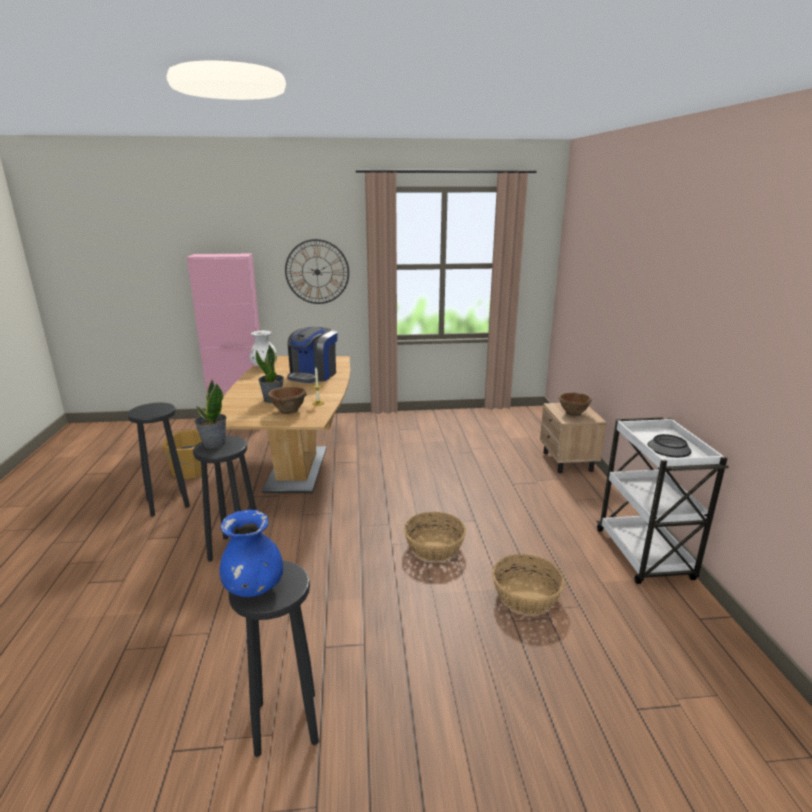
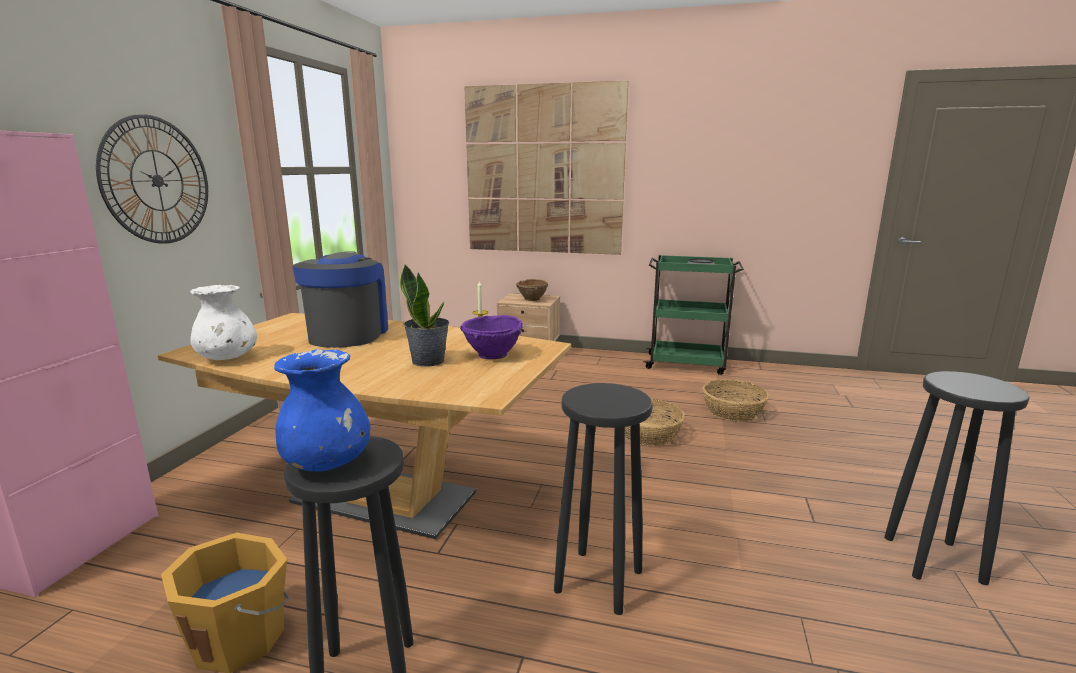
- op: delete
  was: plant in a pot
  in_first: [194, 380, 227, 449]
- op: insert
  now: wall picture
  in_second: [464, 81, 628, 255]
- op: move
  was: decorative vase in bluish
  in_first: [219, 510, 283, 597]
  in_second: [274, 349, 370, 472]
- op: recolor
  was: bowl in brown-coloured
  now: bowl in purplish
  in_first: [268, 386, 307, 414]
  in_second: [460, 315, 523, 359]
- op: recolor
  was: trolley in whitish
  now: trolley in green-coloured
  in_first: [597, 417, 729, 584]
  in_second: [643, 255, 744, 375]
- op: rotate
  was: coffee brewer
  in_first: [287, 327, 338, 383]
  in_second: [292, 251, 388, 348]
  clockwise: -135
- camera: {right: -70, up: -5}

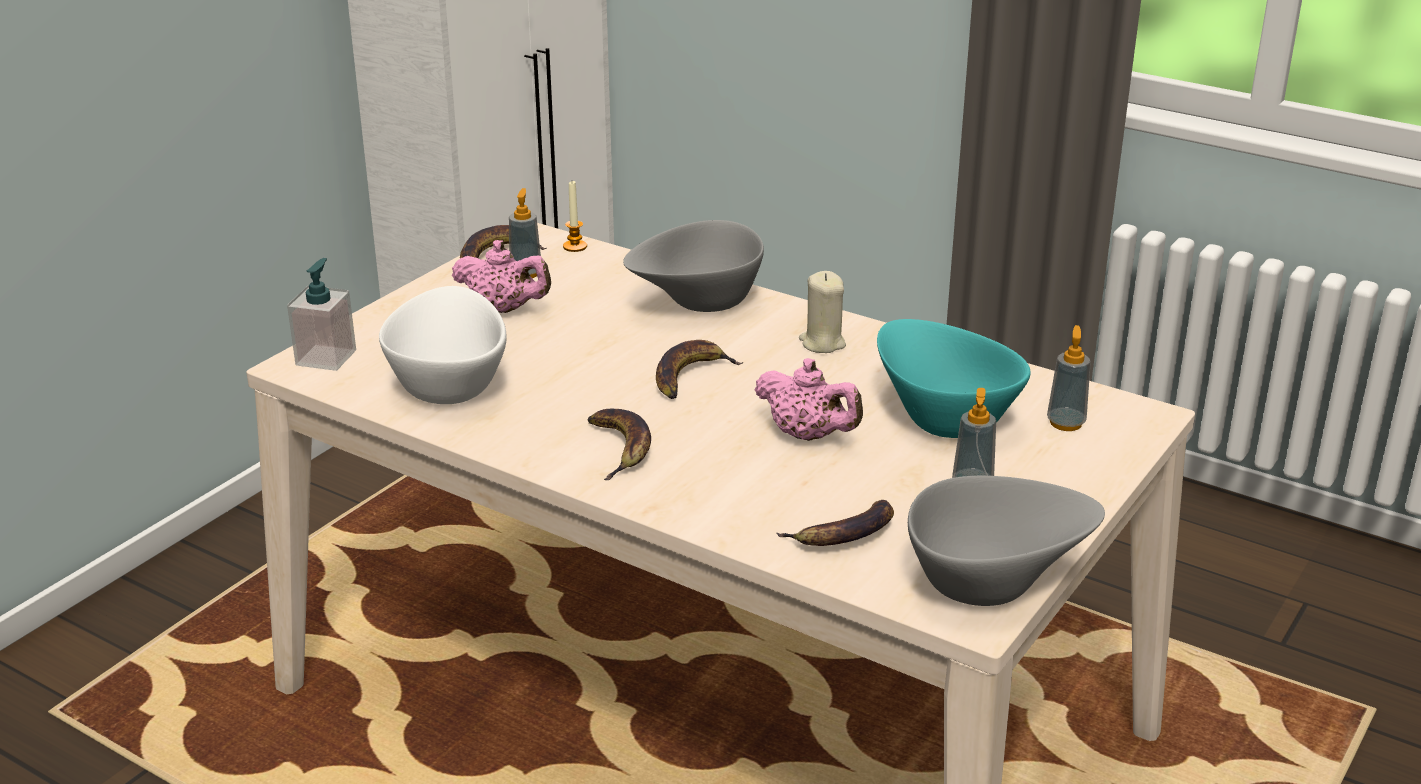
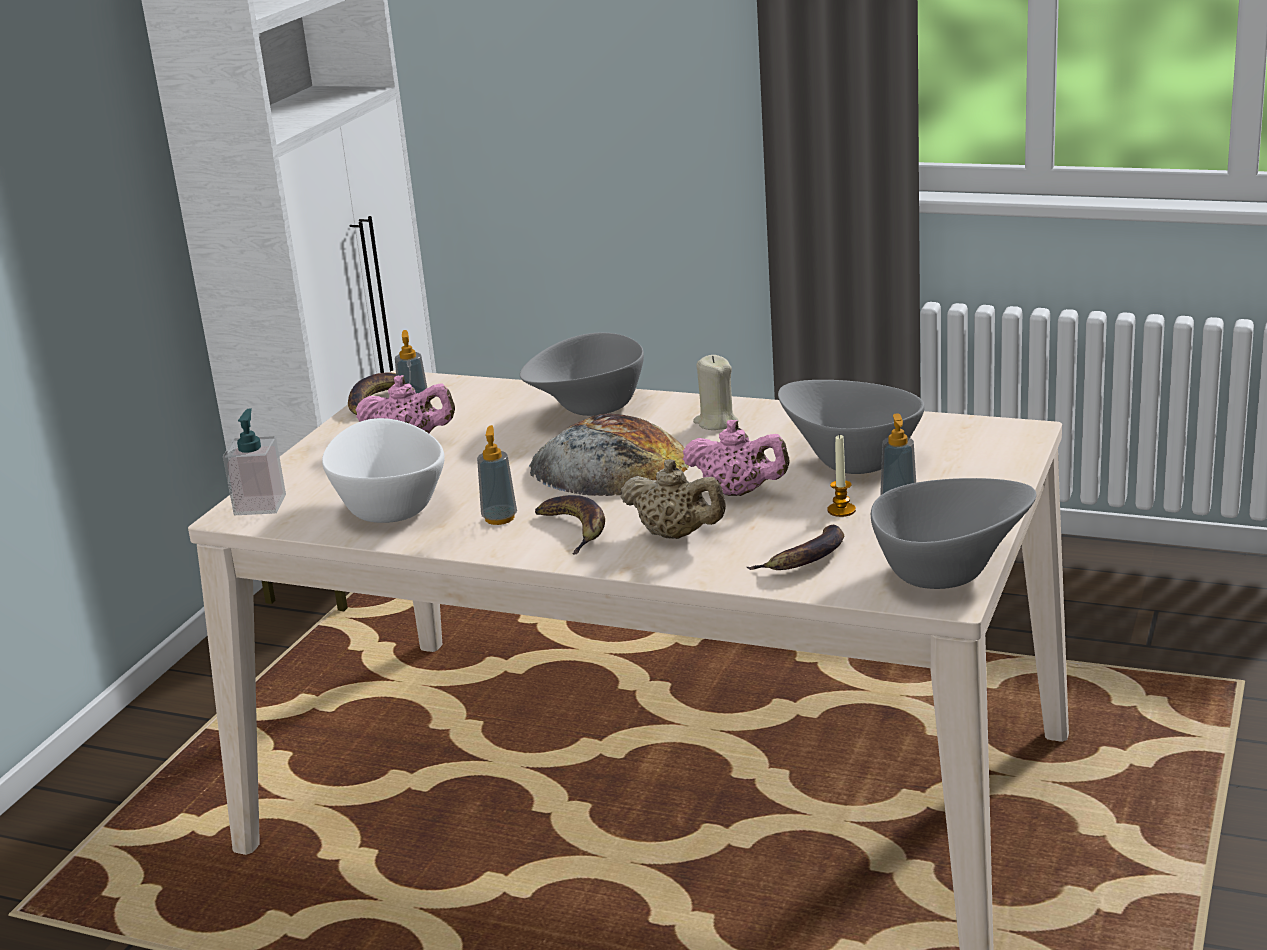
- op: insert
  now: tea pot in sand-coloured
  in_second: [621, 459, 726, 539]
- op: move
  was: candle
  in_first: [563, 181, 587, 252]
  in_second: [827, 434, 856, 517]
- op: move
  was: soap dispenser
  in_first: [1047, 325, 1091, 431]
  in_second: [477, 425, 517, 525]
- op: replace
  was: banana
  now: bakery bread
  in_first: [656, 340, 744, 399]
  in_second: [529, 414, 689, 496]
- op: recolor
  was: bowl in turquoise
  now: bowl in greyish
  in_first: [877, 319, 1031, 438]
  in_second: [778, 380, 925, 474]
- camera: {right: -10, up: -5}

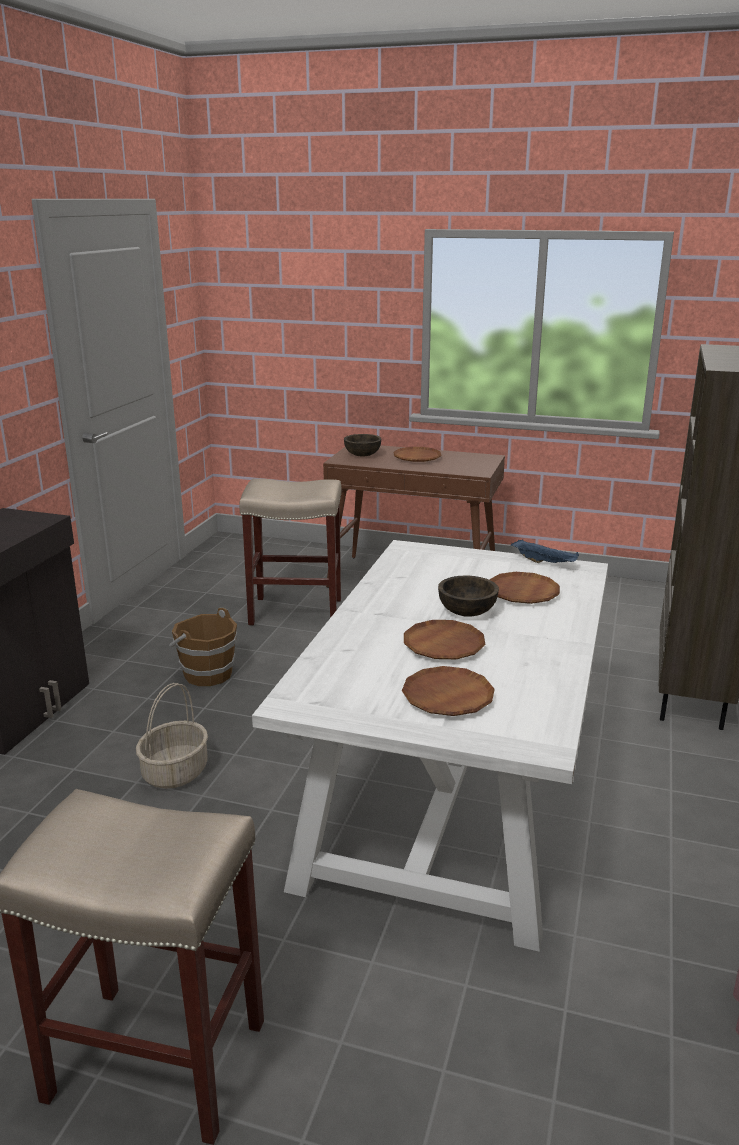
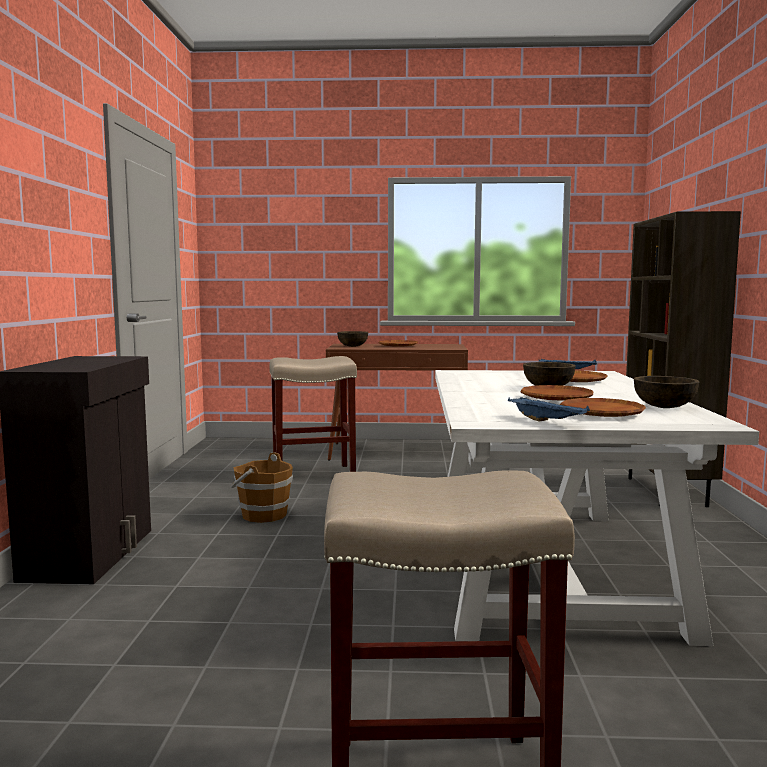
- op: delete
  was: basket
  in_first: [136, 683, 208, 789]
- op: insert
  now: tray in bluish
  in_second: [508, 397, 590, 421]
- op: insert
  now: bowl in brown-coloured
  in_second: [634, 376, 699, 408]
- camera: {right: -15, up: -15}

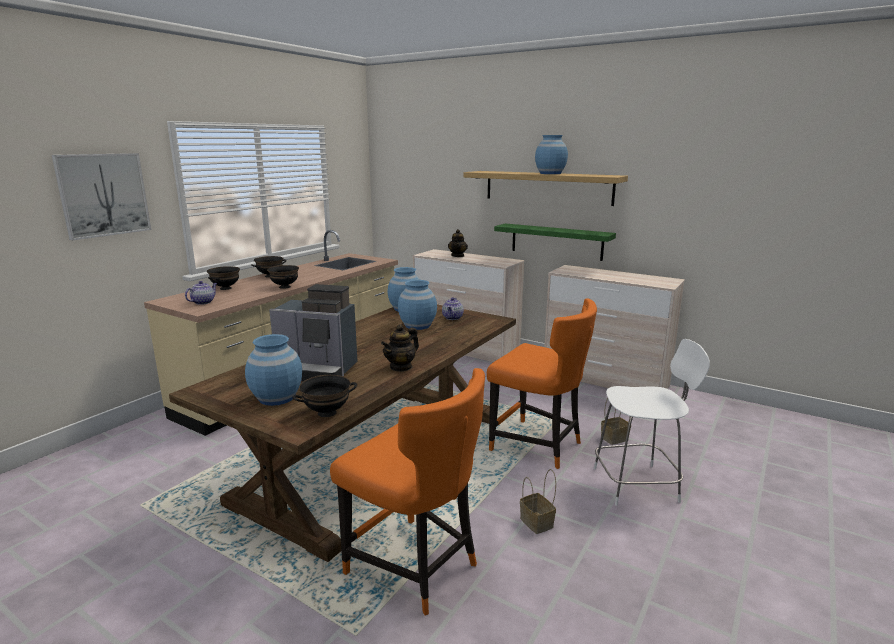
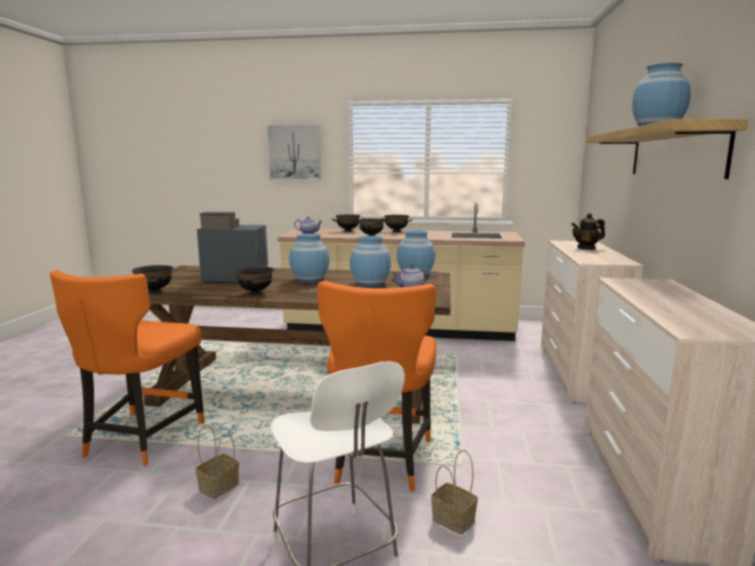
- op: delete
  was: shelf in green-coloured
  in_first: [494, 224, 616, 261]
- op: move
  was: decorative vase in bluish
  in_first: [245, 334, 302, 406]
  in_second: [289, 233, 329, 283]
- op: replace
  was: tea pot
  now: bowl in black
  in_first: [381, 324, 419, 372]
  in_second: [234, 266, 274, 295]
- op: rotate
  was: coffee brewer
  in_first: [269, 284, 358, 381]
  in_second: [197, 212, 268, 283]
  clockwise: 105
- camera: {right: 65, up: -5}

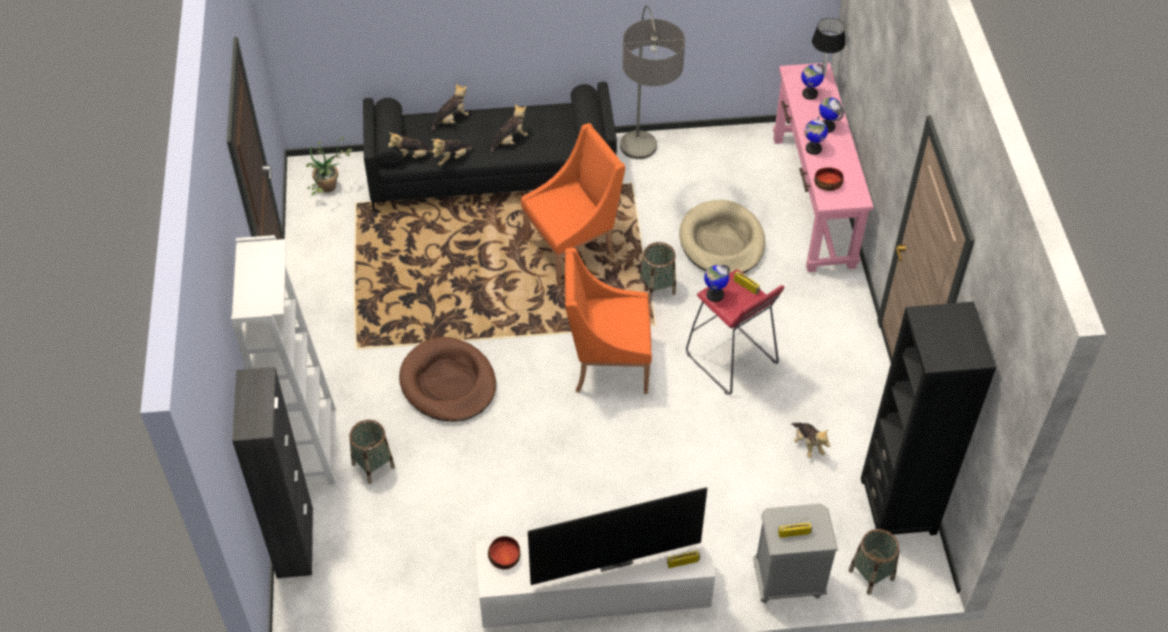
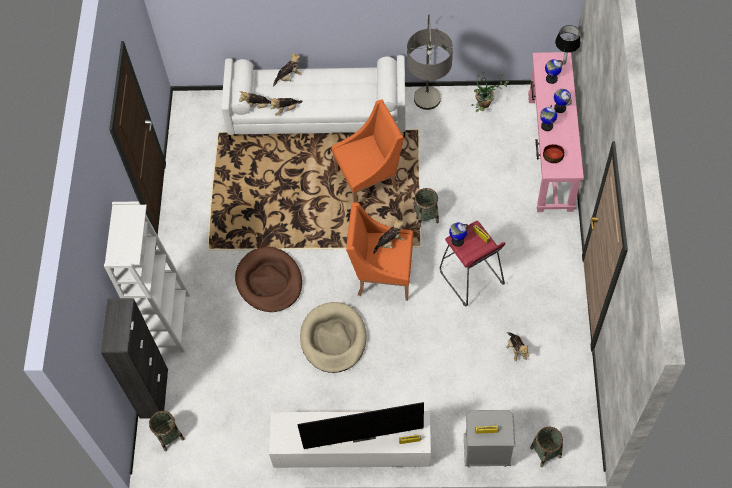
- op: delete
  was: bowl
  in_first: [488, 536, 520, 570]
- op: delete
  was: shelving unit in black
  in_first: [861, 302, 996, 535]
- op: move
  was: plant in a pot
  in_first: [306, 137, 353, 195]
  in_second: [471, 73, 509, 112]
- op: move
  was: basket
  in_first: [349, 420, 395, 484]
  in_second: [149, 411, 185, 451]
- op: move
  was: plush toy
  in_first: [490, 104, 528, 153]
  in_second: [373, 219, 404, 254]
- op: move
  was: dog bed in sand-coloured
  in_first: [679, 200, 765, 273]
  in_second: [300, 302, 366, 373]
- op: recolor
  was: settee in black
  now: settee in whitish
  in_first: [363, 82, 617, 210]
  in_second: [221, 55, 406, 139]
- camera: {right: 10, up: 10}

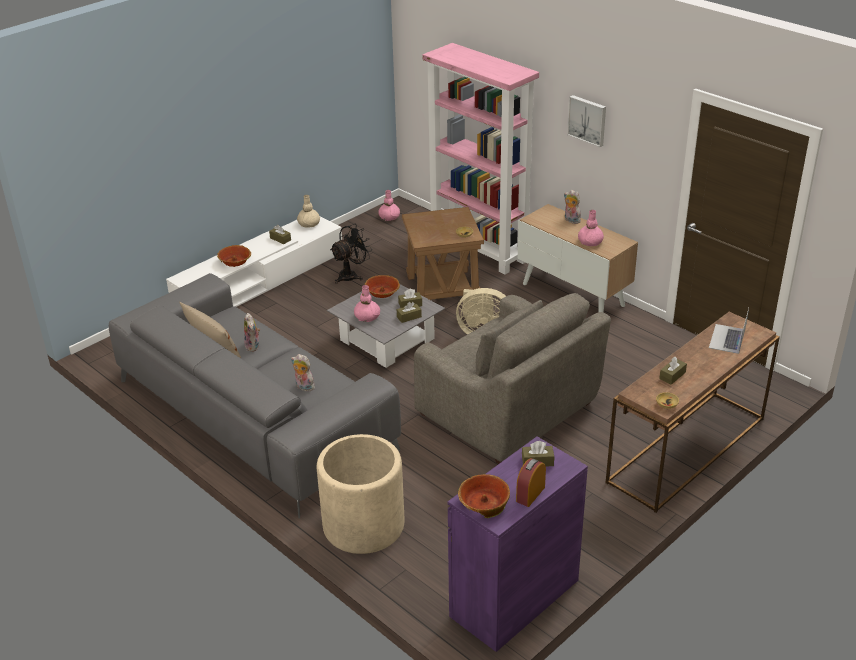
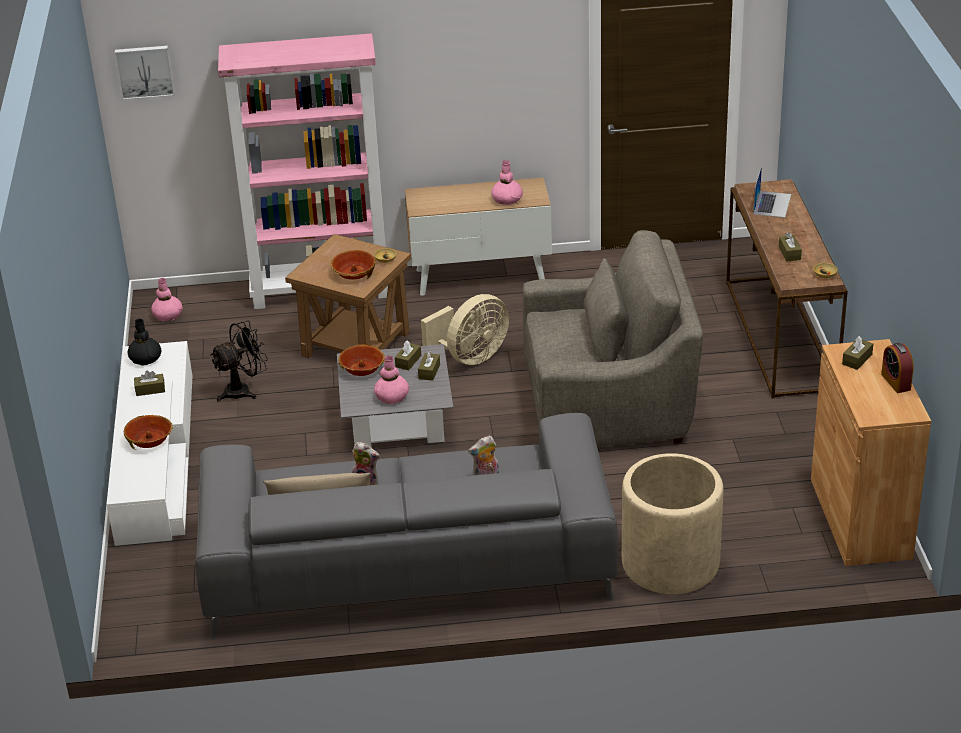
- op: delete
  was: plush toy
  in_first: [564, 190, 581, 224]
- op: move
  was: bowl
  in_first: [458, 474, 510, 518]
  in_second: [331, 250, 376, 280]
- op: move
  was: wall picture
  in_first: [567, 95, 606, 147]
  in_second: [115, 46, 175, 100]
- op: recolor
  was: decorative vase in sand-coloured
  now: decorative vase in black
  in_first: [297, 195, 320, 228]
  in_second: [128, 319, 161, 366]
- op: recolor
  was: cabinet in purplish
  now: cabinet in brown-coloured
  in_first: [448, 436, 588, 652]
  in_second: [811, 339, 931, 566]
- op: rotate
  was: cooling fan in black
  in_first: [330, 224, 372, 284]
  in_second: [210, 321, 268, 402]
  clockwise: 60
- op: rotate
  was: portable computer
  in_first: [709, 308, 749, 354]
  in_second: [753, 165, 791, 218]
  clockwise: -135
- camera: {right: -50, up: 0}

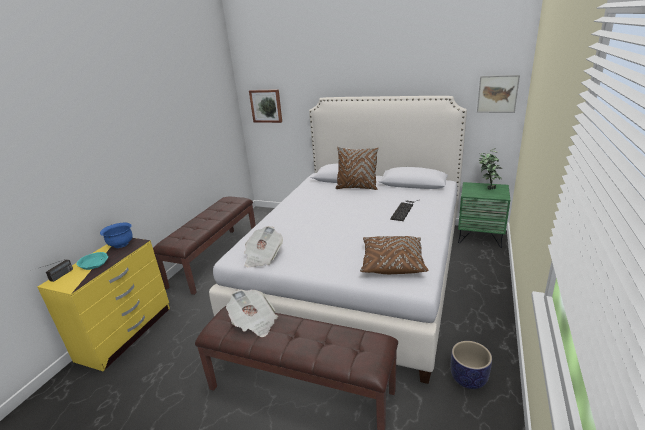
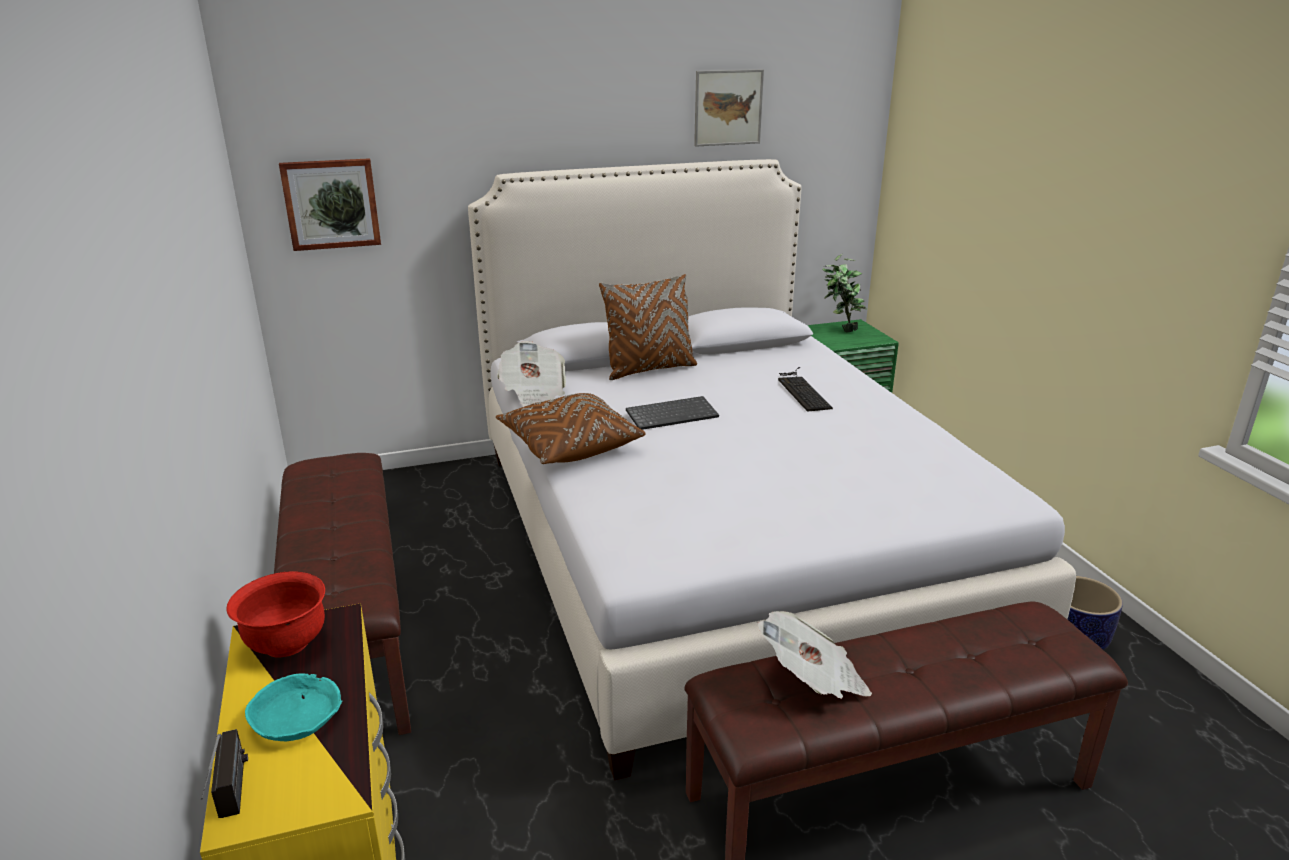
- op: insert
  now: keyboard
  in_second: [626, 396, 719, 430]
- op: move
  was: printed paper
  in_first: [244, 226, 283, 268]
  in_second: [497, 341, 566, 406]
- op: move
  was: cushion in brown-coloured
  in_first: [360, 236, 429, 274]
  in_second: [496, 393, 646, 464]
- op: move
  was: wall picture
  in_first: [477, 75, 520, 113]
  in_second: [694, 69, 764, 147]
- op: recolor
  was: bowl in bluish
  now: bowl in reddish
  in_first: [100, 223, 133, 248]
  in_second: [226, 571, 325, 658]
- camera: {right: -40, up: 0}

